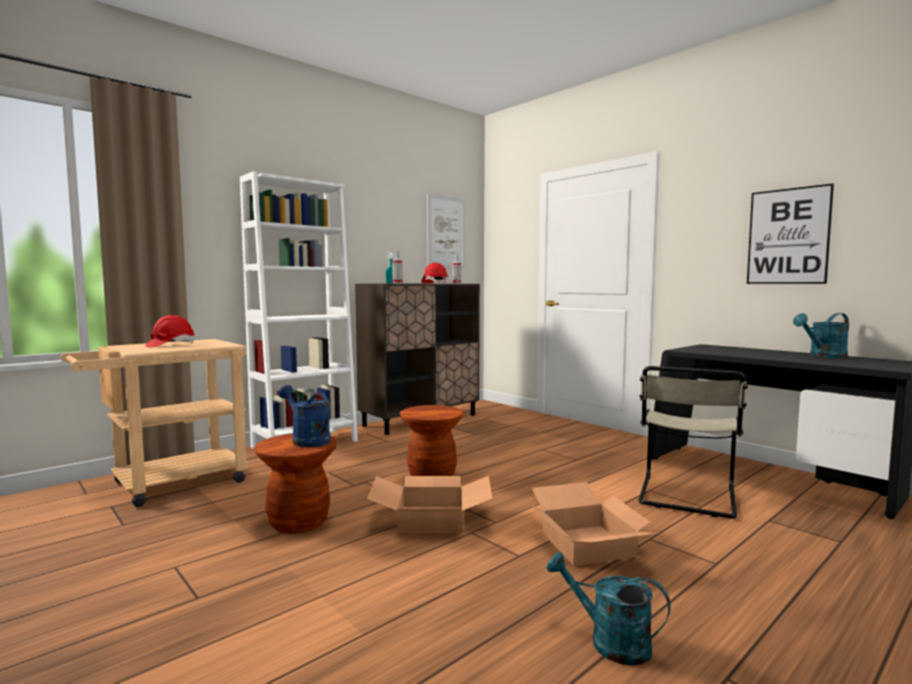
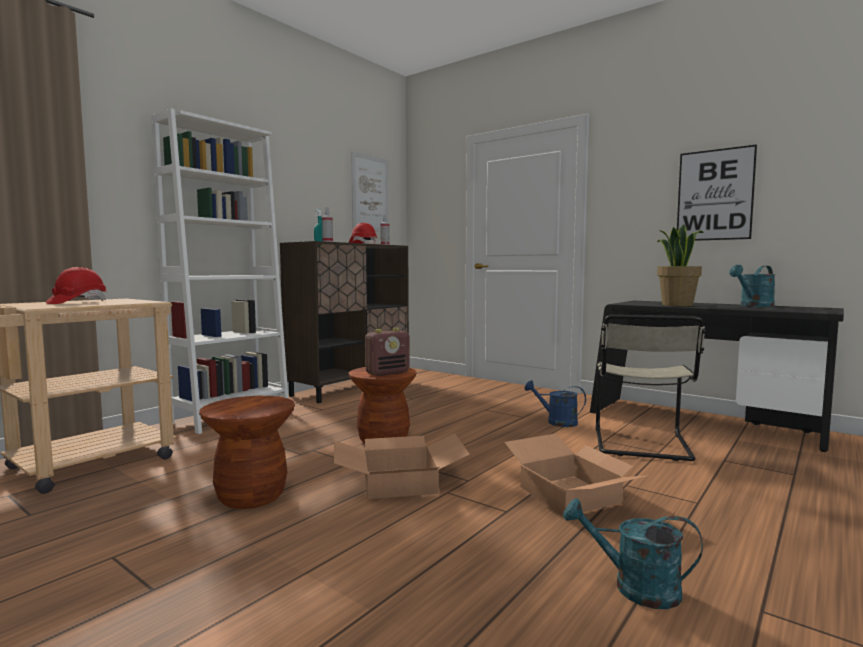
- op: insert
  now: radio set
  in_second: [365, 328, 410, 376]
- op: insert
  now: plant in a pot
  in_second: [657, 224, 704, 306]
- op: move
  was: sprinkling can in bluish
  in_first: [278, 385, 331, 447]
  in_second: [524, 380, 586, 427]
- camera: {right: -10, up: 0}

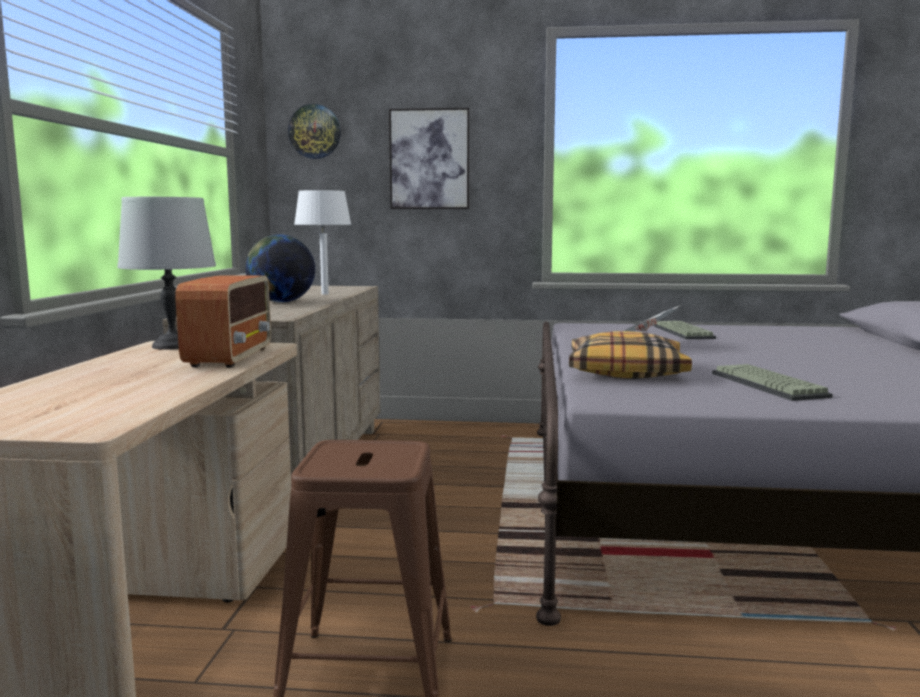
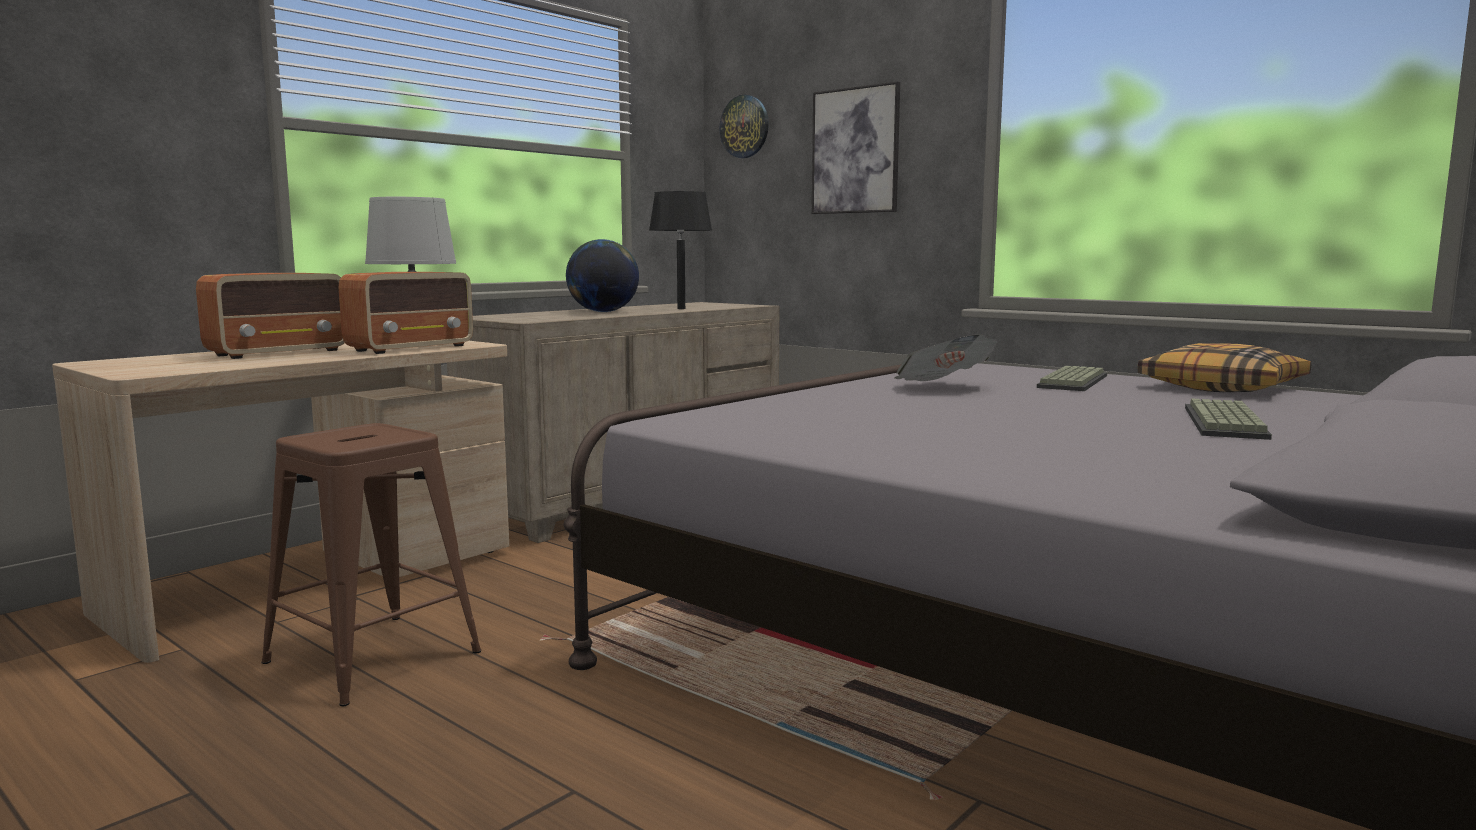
- op: insert
  now: radio set
  in_second: [196, 273, 345, 359]
- op: move
  was: cushion
  in_first: [569, 331, 692, 379]
  in_second: [1138, 343, 1311, 392]
- op: move
  was: keyboard
  in_first: [712, 364, 833, 401]
  in_second: [1185, 398, 1272, 440]
- op: recolor
  was: table lamp in whitish
  now: table lamp in black
  in_first: [294, 190, 352, 295]
  in_second: [649, 191, 712, 309]
- camera: {right: 35, up: 0}

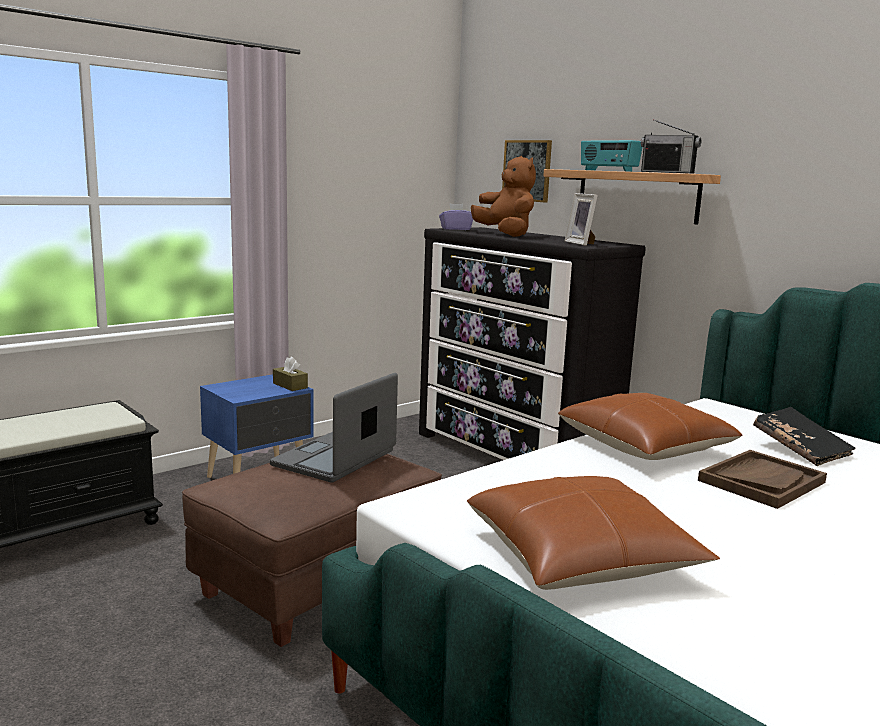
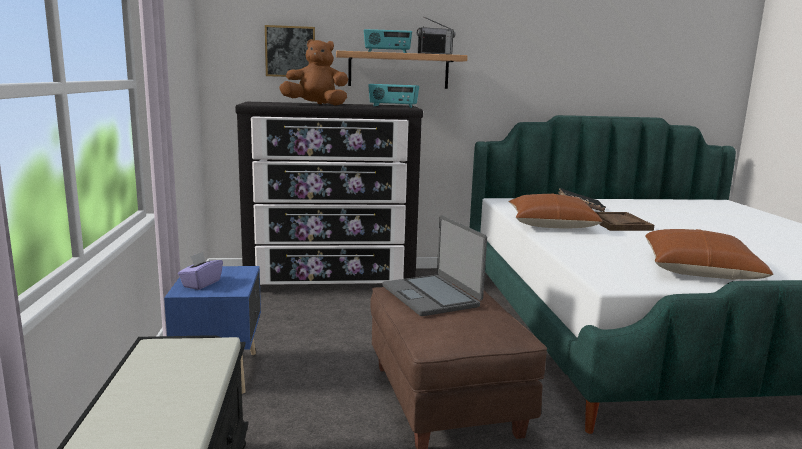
- op: delete
  was: tissue holder in brown-coloured
  in_first: [273, 357, 308, 391]
- op: move
  was: tissue holder in purplish
  in_first: [439, 204, 473, 230]
  in_second: [178, 252, 223, 290]
- op: replace
  was: picture frame
  now: radio set
  in_first: [565, 193, 598, 246]
  in_second: [368, 84, 419, 108]
- camera: {right: -55, up: 0}

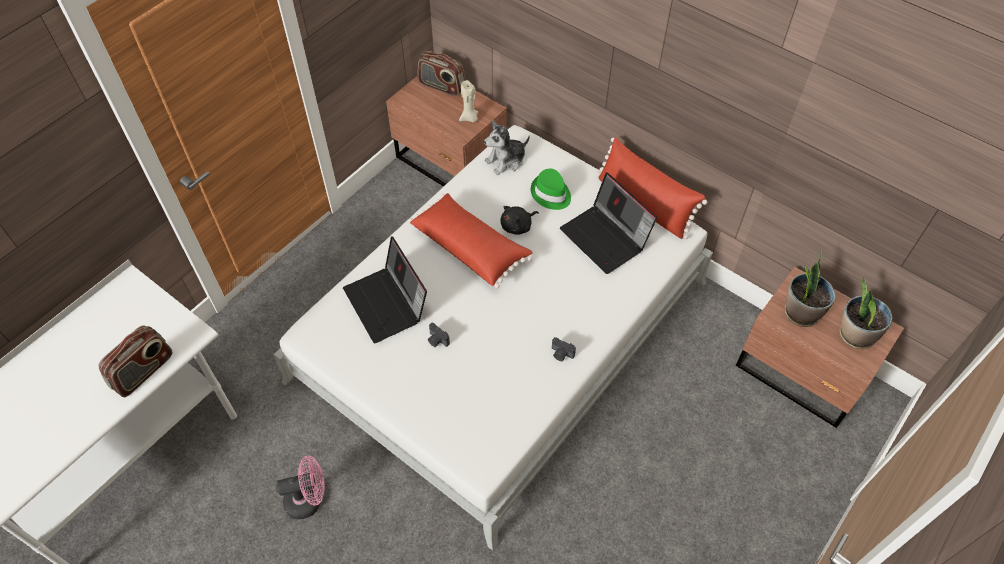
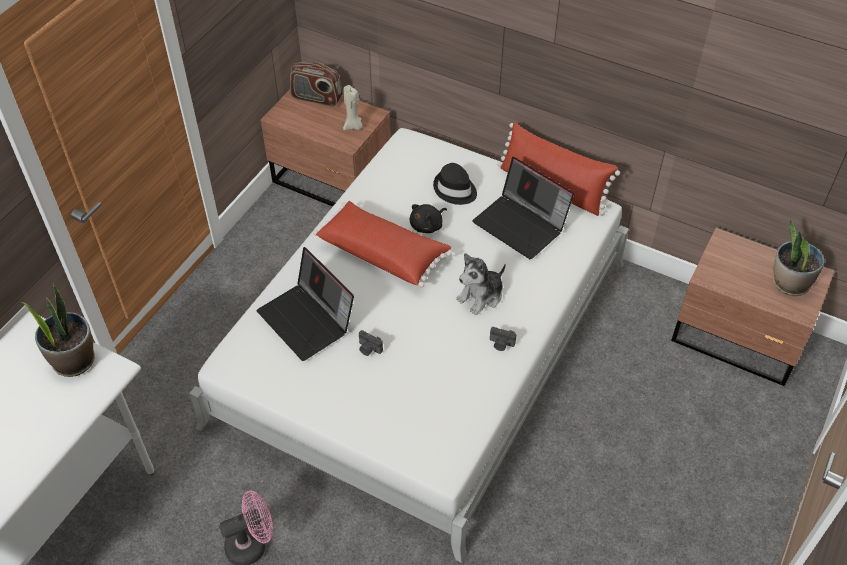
- op: delete
  was: radio set
  in_first: [98, 325, 173, 397]
- op: move
  was: plush toy
  in_first: [484, 120, 530, 175]
  in_second: [456, 253, 506, 315]
- op: move
  was: plant in a pot
  in_first: [785, 250, 836, 327]
  in_second: [21, 283, 95, 377]
- op: recolor
  was: clothing hat in green-coloured
  now: clothing hat in black
  in_first: [531, 169, 571, 210]
  in_second: [433, 163, 477, 205]
- camera: {right: -10, up: -5}

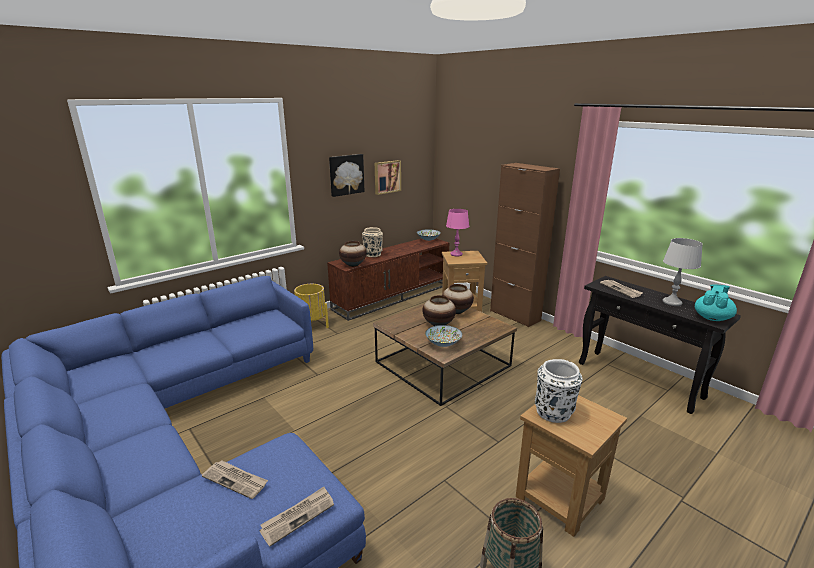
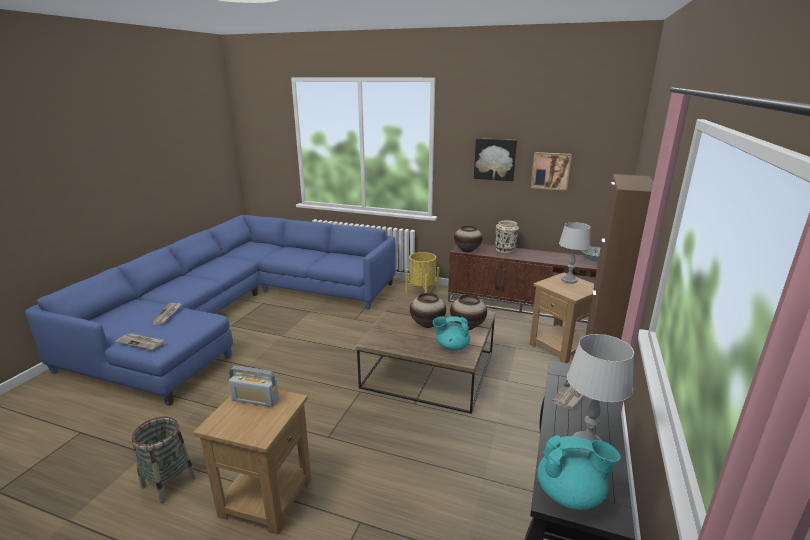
- op: delete
  was: bowl
  in_first: [425, 325, 462, 347]
- op: insert
  now: tea pot in turquoise
  in_second: [433, 316, 470, 351]
- op: replace
  was: decorative vase in whitish
  now: radio set
  in_first: [535, 359, 582, 423]
  in_second: [229, 366, 279, 407]
- op: recolor
  was: table lamp in pink
  now: table lamp in greyish
  in_first: [446, 209, 469, 256]
  in_second: [559, 222, 591, 284]
- camera: {right: 60, up: 0}

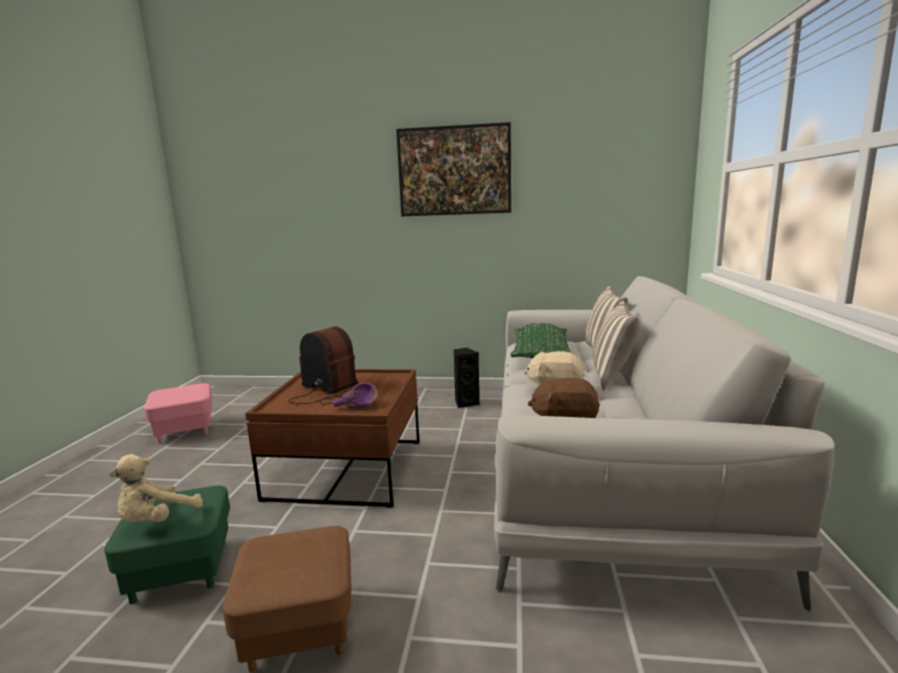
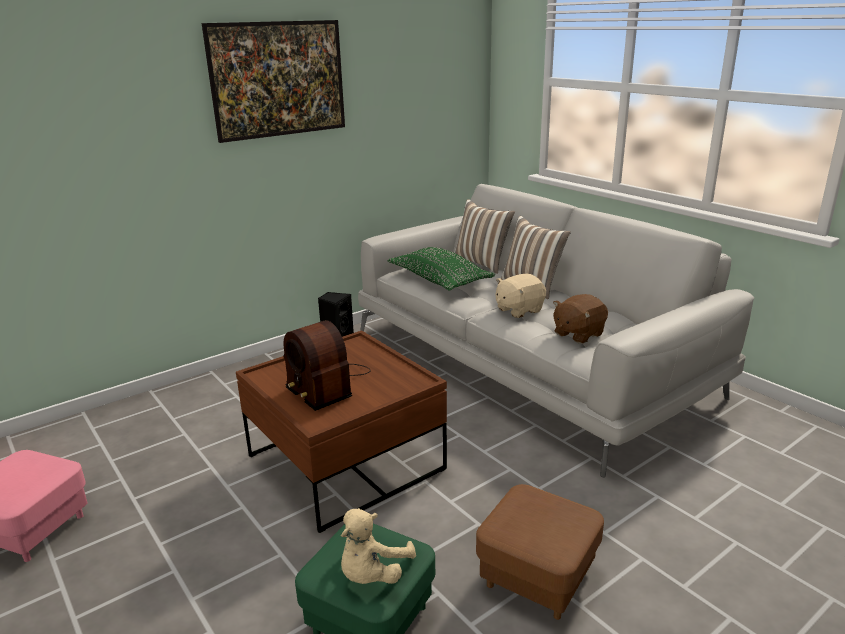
- op: delete
  was: bowl in purplish
  in_first: [333, 382, 377, 408]
- op: rotate
  was: plush toy in sand-coloured
  in_first: [109, 454, 203, 523]
  in_second: [341, 508, 416, 584]
  clockwise: 45
- op: rotate
  was: radio set
  in_first: [288, 327, 358, 404]
  in_second: [284, 320, 371, 411]
  clockwise: -120
- camera: {right: -45, up: 10}

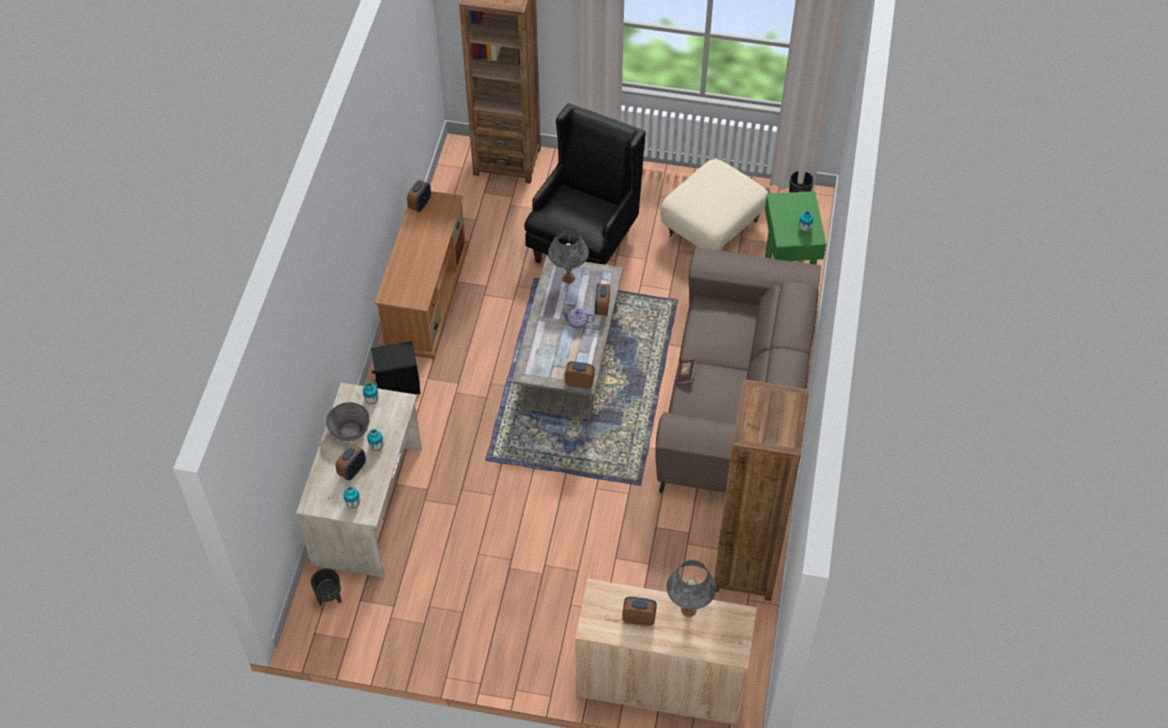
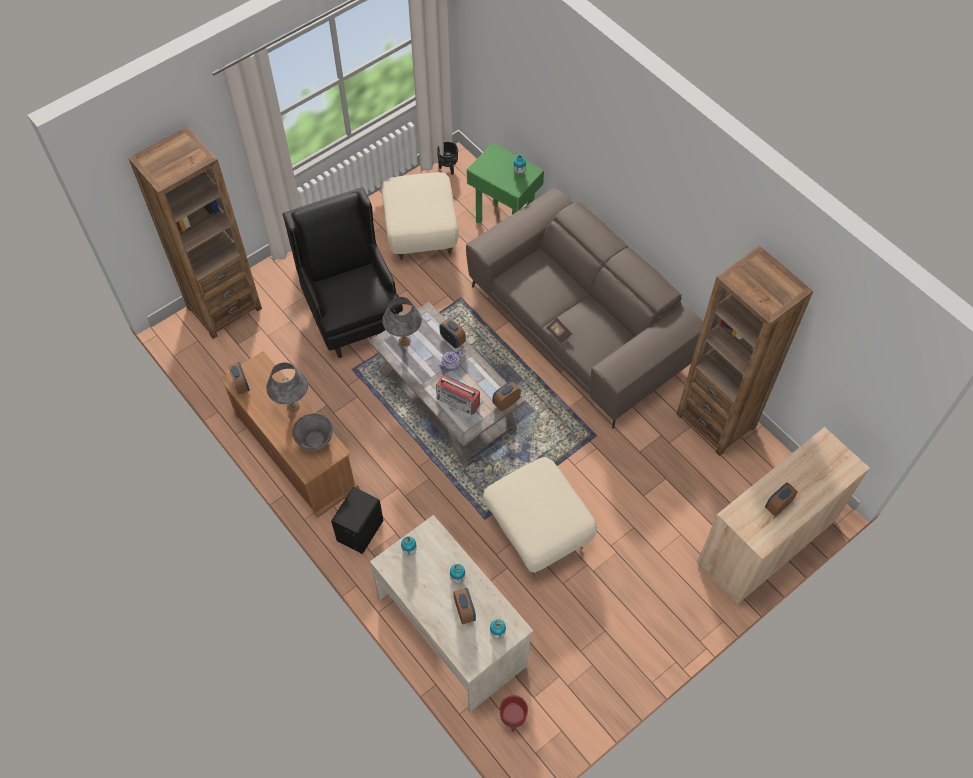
- op: insert
  now: radio set
  in_second: [436, 375, 480, 415]
- op: insert
  now: ottoman in sand-coloured
  in_second: [483, 457, 597, 576]
- op: move
  was: bowl in greyish
  in_first: [326, 402, 370, 441]
  in_second: [292, 413, 333, 451]
- op: move
  was: table lamp in greyish
  in_first: [667, 560, 716, 617]
  in_second: [266, 363, 308, 413]
- op: recolor
  was: planter in black
  now: planter in reddish
  in_first: [311, 568, 341, 606]
  in_second: [500, 695, 528, 732]
- camera: {right: -50, up: 5}

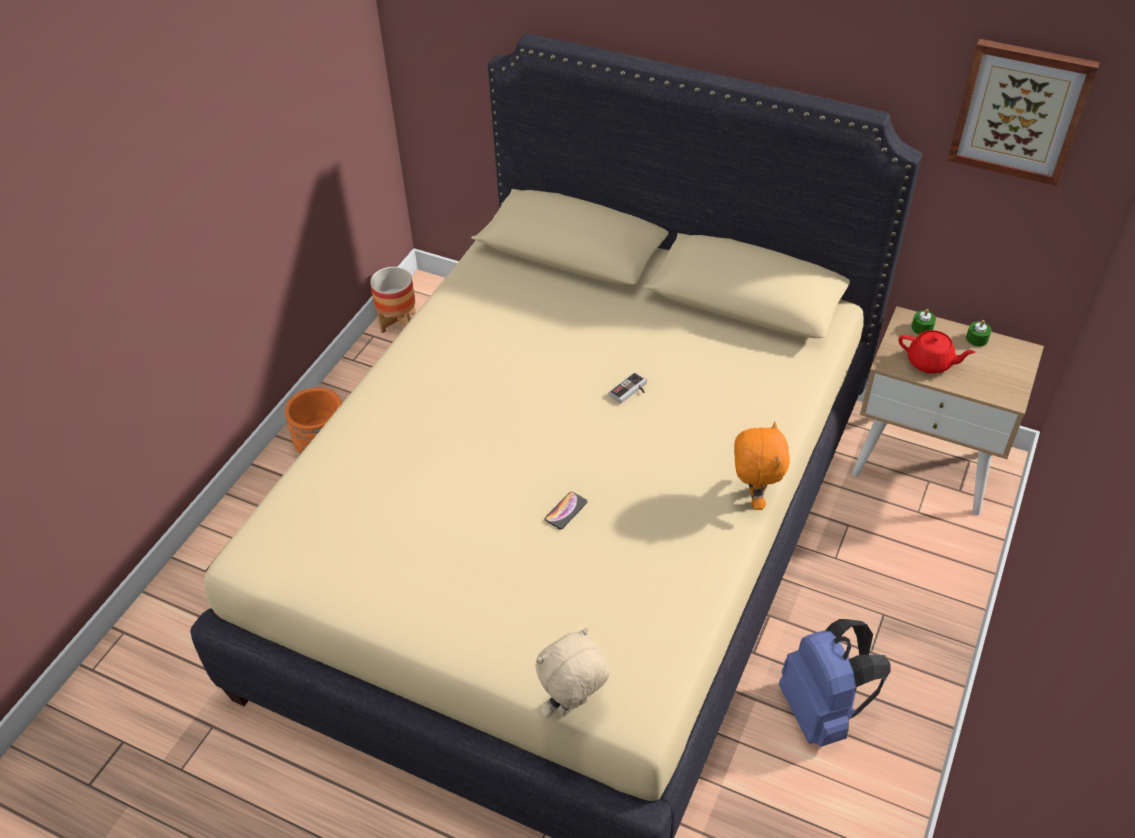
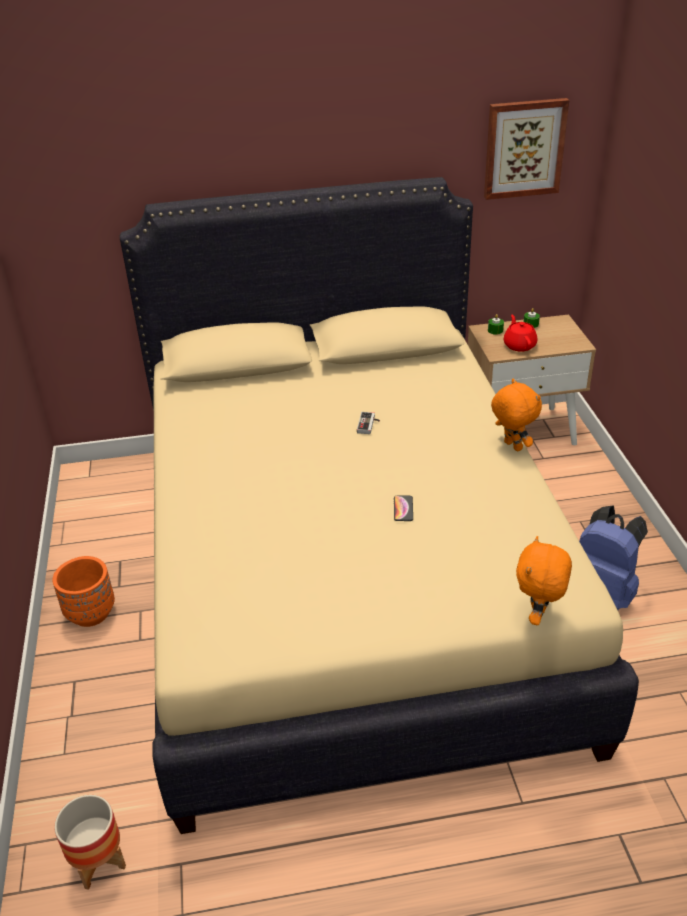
- op: move
  was: planter
  in_first: [370, 267, 416, 333]
  in_second: [54, 795, 126, 890]
- op: recolor
  was: plush toy in sand-coloured
  now: plush toy in orange-coloured
  in_first: [536, 628, 610, 718]
  in_second: [516, 536, 572, 625]
- op: rotate
  was: tea pot in reddish
  in_first: [899, 330, 976, 374]
  in_second: [504, 315, 537, 352]
  clockwise: -90
- camera: {right: -35, up: -10}

